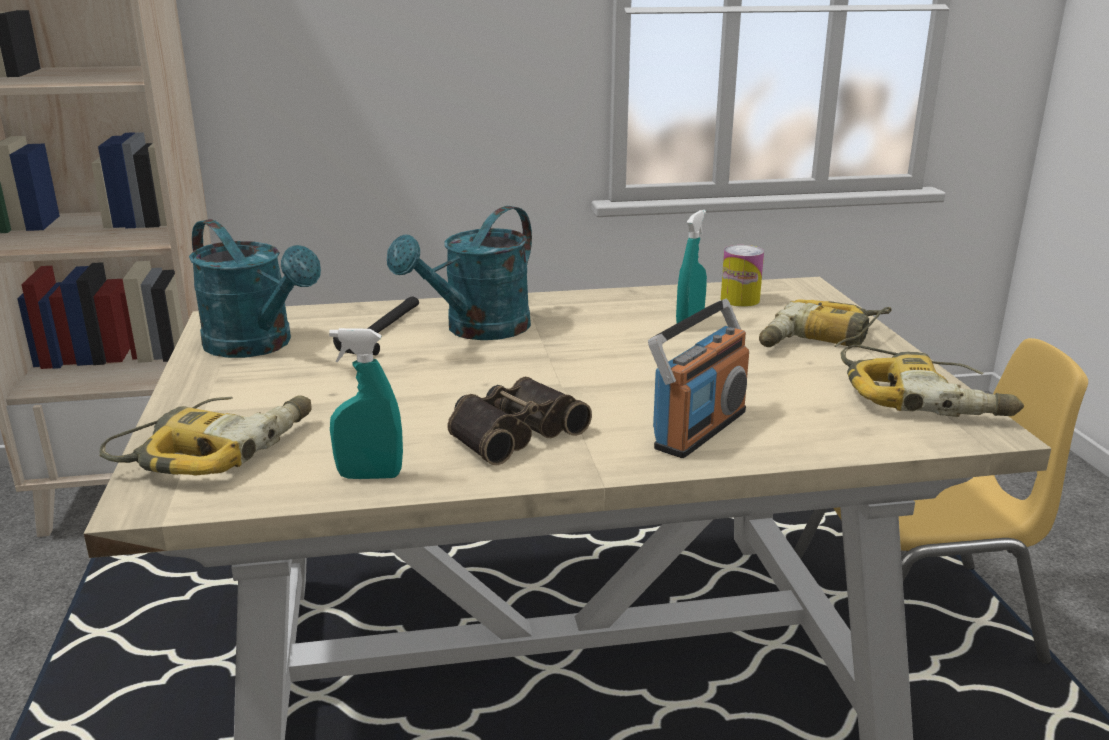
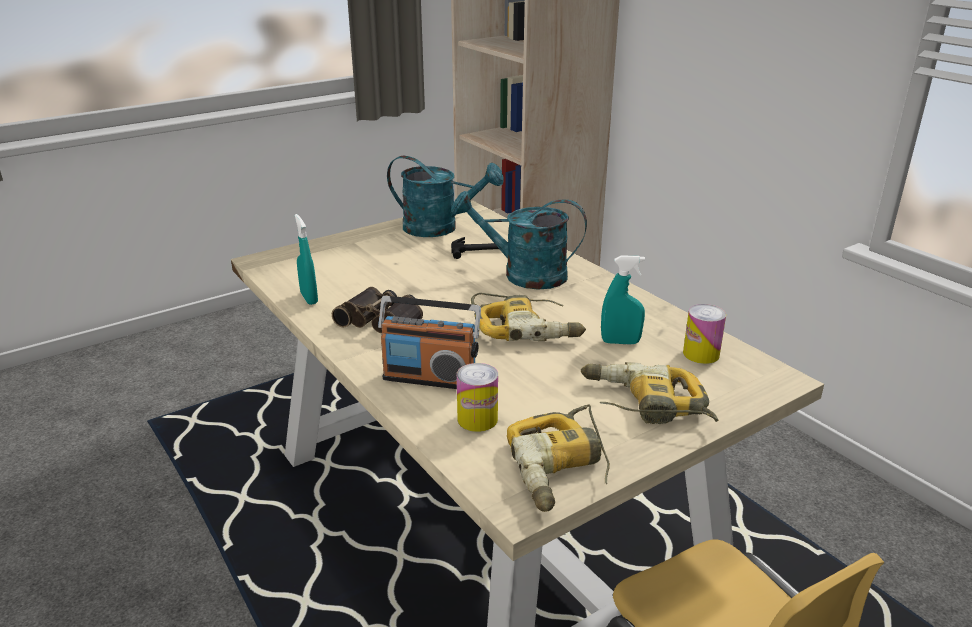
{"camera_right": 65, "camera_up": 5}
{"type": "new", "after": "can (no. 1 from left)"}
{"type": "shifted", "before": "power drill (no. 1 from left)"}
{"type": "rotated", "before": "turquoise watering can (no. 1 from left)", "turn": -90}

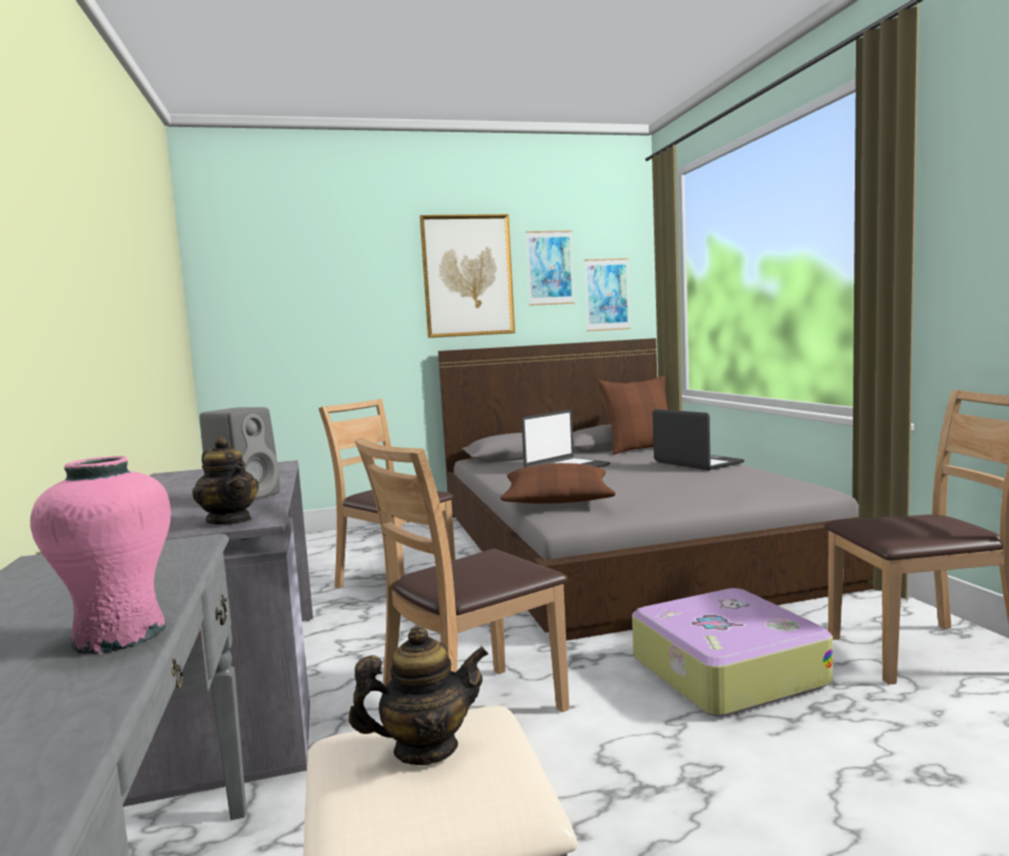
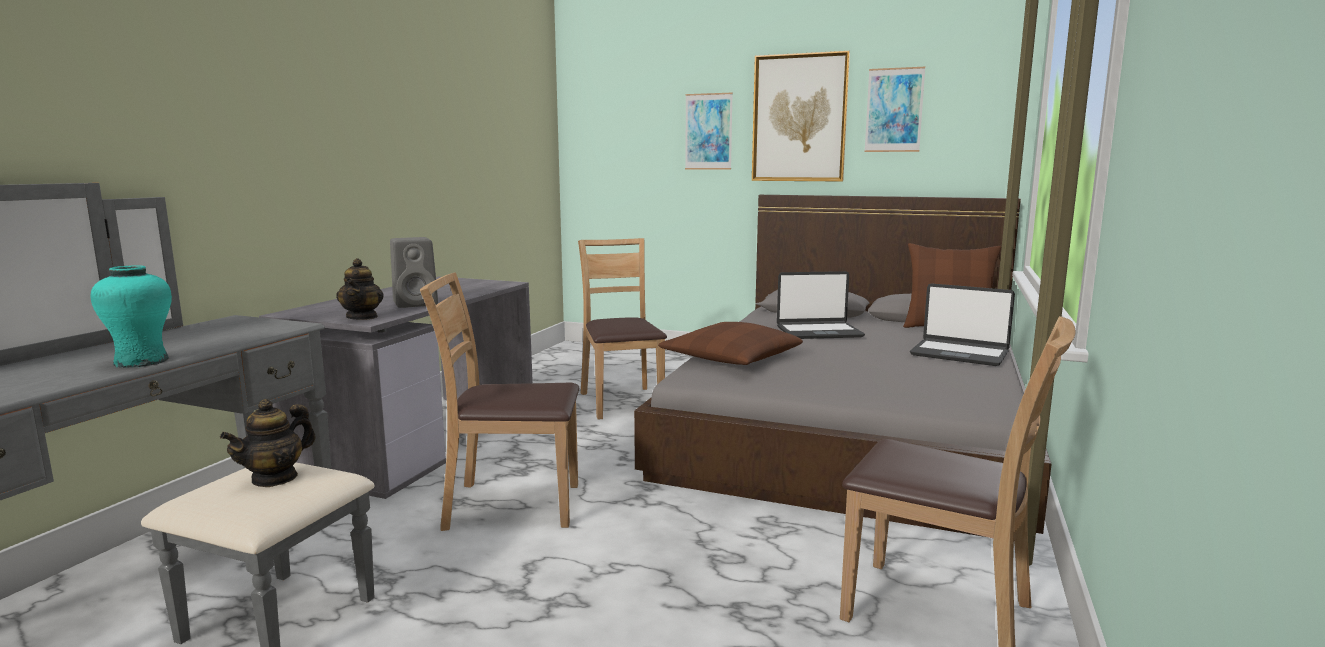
{"camera_right": 35, "camera_up": 5}
{"type": "gone", "before": "suitcase"}
{"type": "shifted", "before": "picture (no. 3 from left in the first image)", "after": "picture (no. 1 from left)"}
{"type": "repainted", "before": "pink vase", "after": "turquoise vase"}
{"type": "rotated", "before": "teapot (no. 2 from left in the first image)", "turn": 105}
{"type": "rotated", "before": "laptop (no. 2 from left)", "turn": 120}

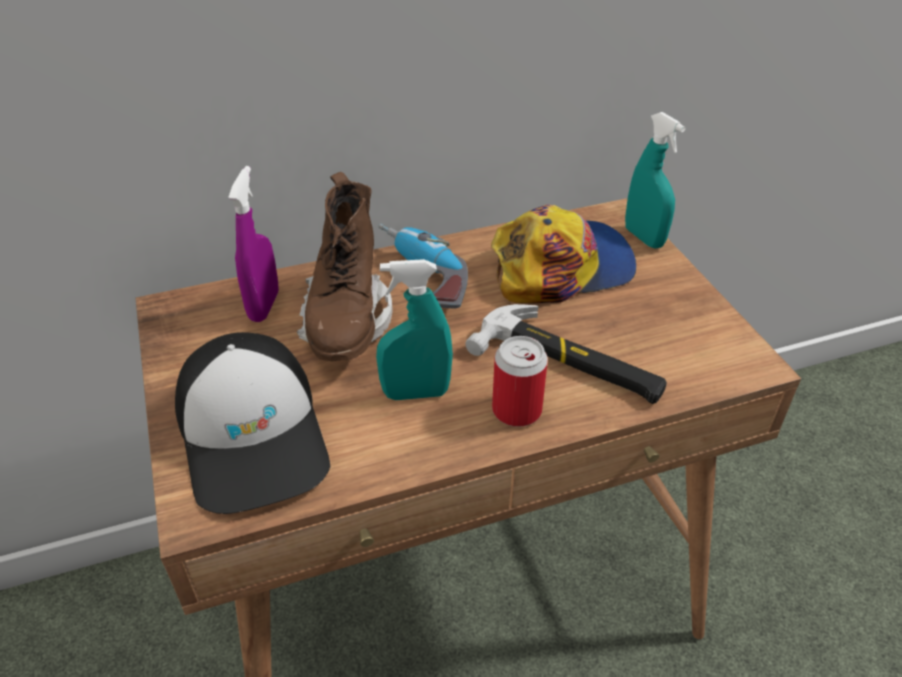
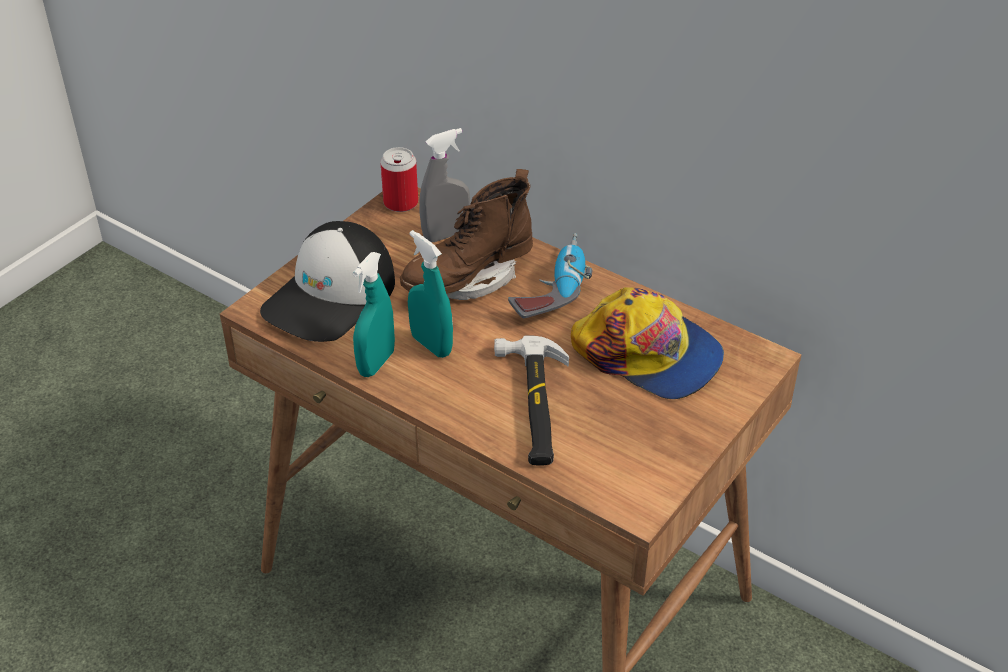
{"camera_right": 55, "camera_up": 0}
{"type": "shifted", "before": "can"}
{"type": "shifted", "before": "turquoise spray bottle (no. 2 from left in the first image)", "after": "turquoise spray bottle (no. 1 from left)"}
{"type": "repainted", "before": "purple spray bottle", "after": "grey spray bottle"}

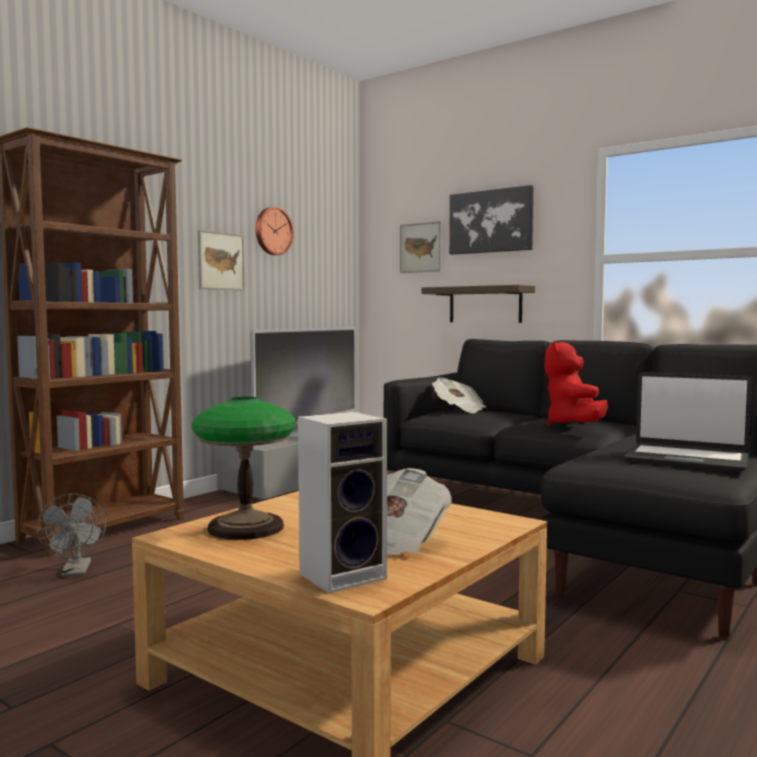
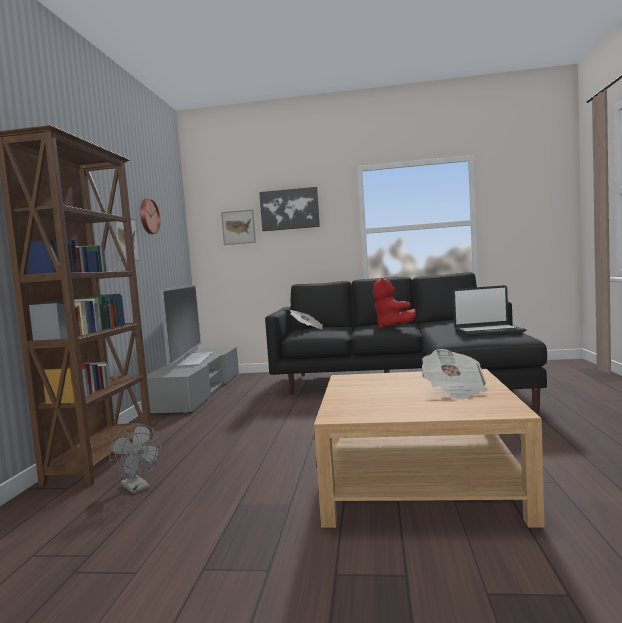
{"camera_right": -30, "camera_up": 0}
{"type": "gone", "before": "table lamp"}
{"type": "gone", "before": "speaker"}
{"type": "gone", "before": "shelf"}

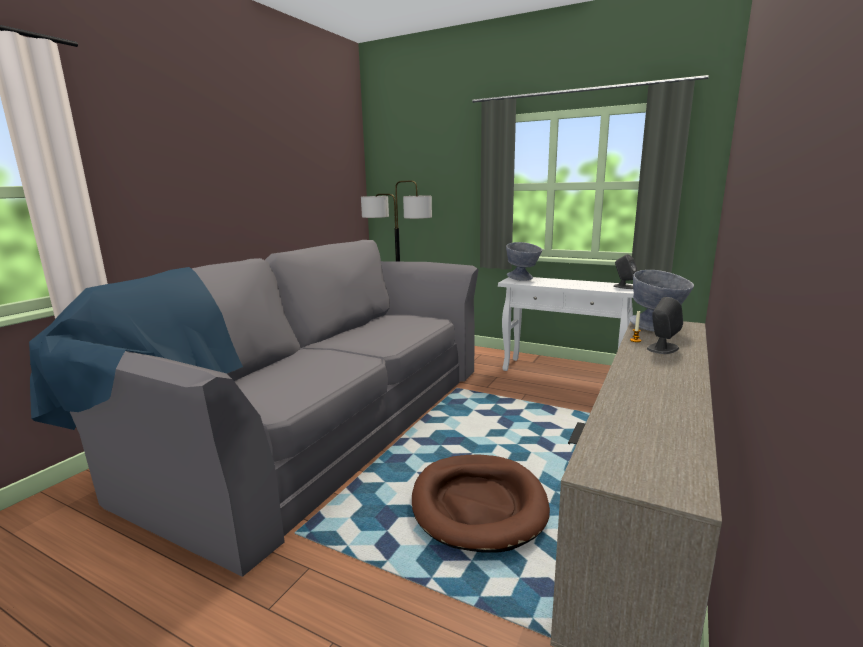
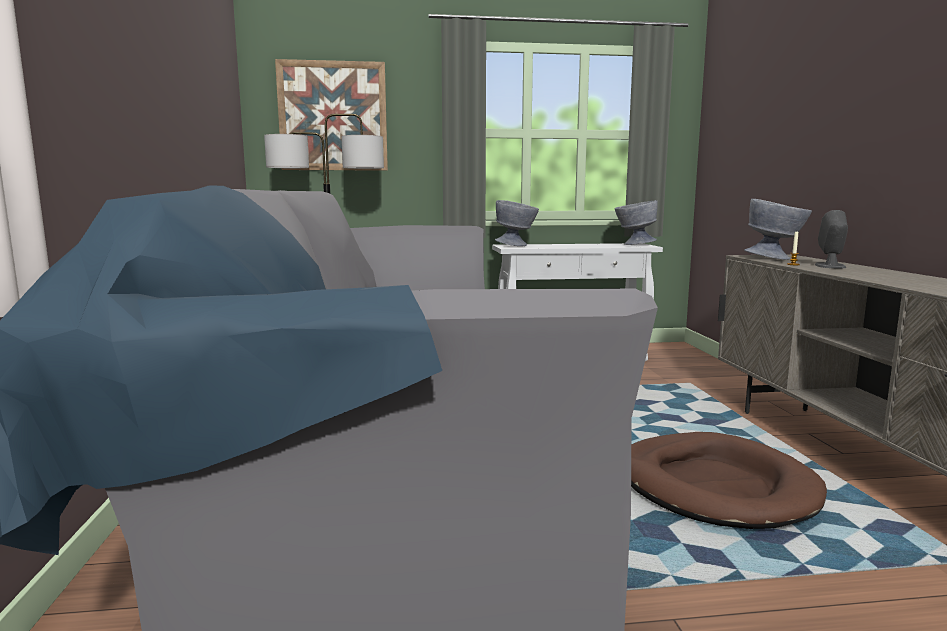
{"camera_right": -35, "camera_up": -5}
{"type": "new", "after": "picture"}
{"type": "swapped", "before": "grey speaker (no. 1 from left)", "after": "grey bowl (no. 2 from left)"}

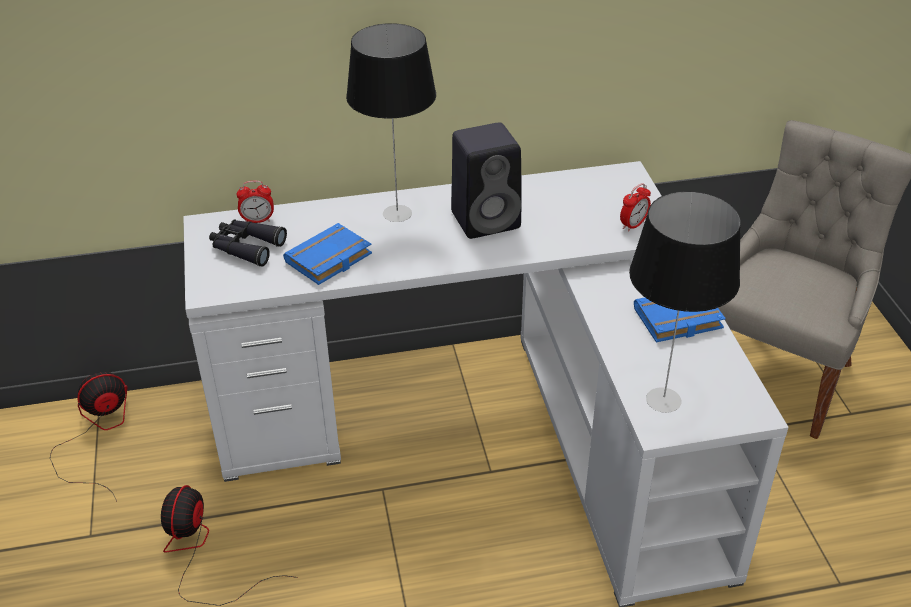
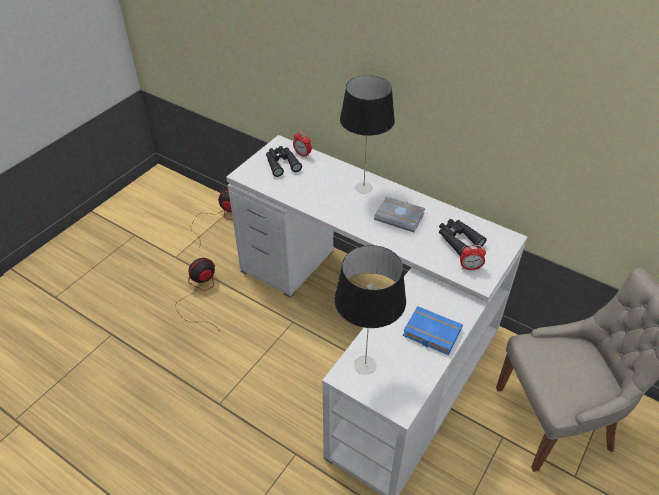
{"camera_right": 45, "camera_up": 5}
{"type": "gone", "before": "blue book (no. 1 from left)"}
{"type": "new", "after": "black binoculars (no. 2 from left)"}
{"type": "swapped", "before": "black speaker", "after": "grey book"}

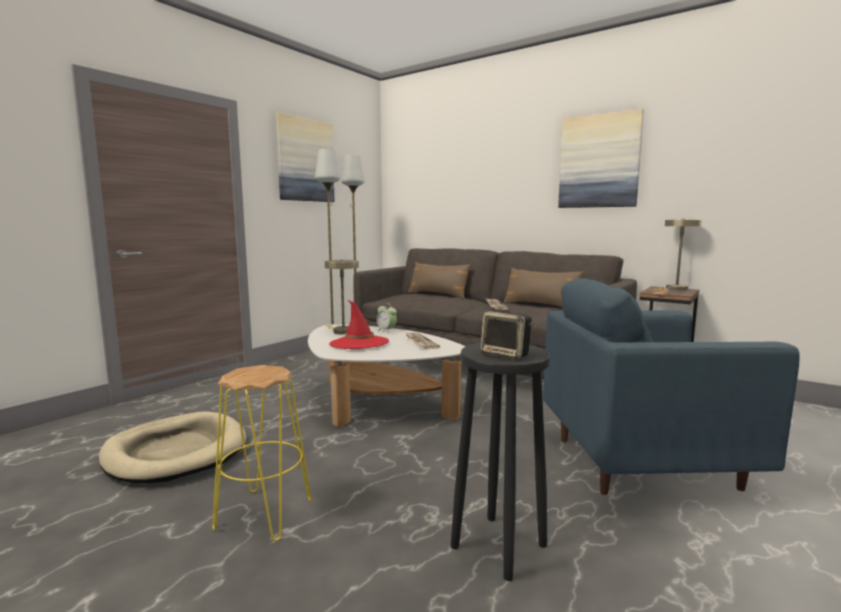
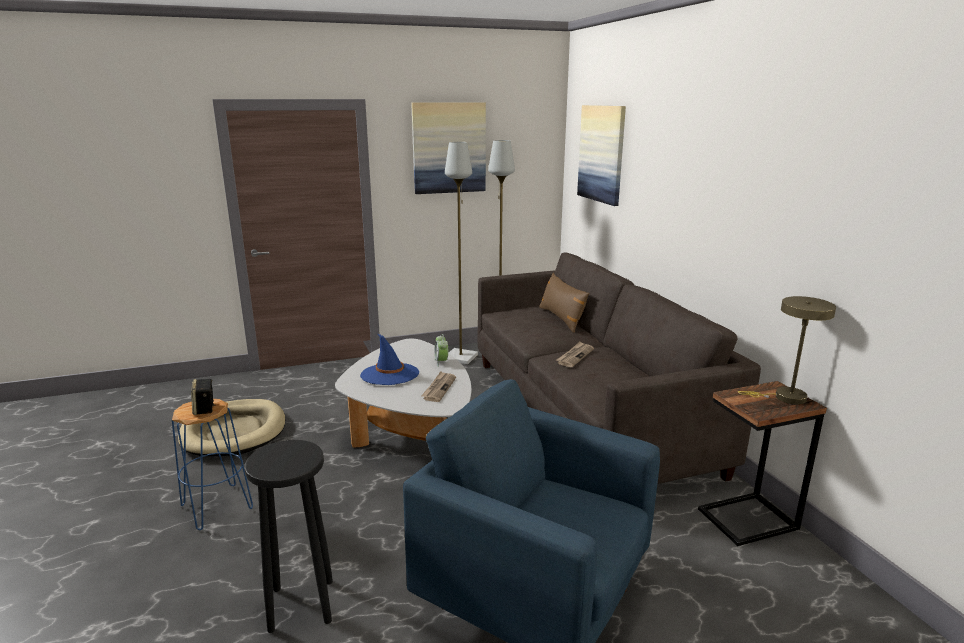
{"camera_right": 35, "camera_up": 10}
{"type": "gone", "before": "beige table lamp (no. 1 from left)"}
{"type": "gone", "before": "brown pillow (no. 2 from left)"}
{"type": "shifted", "before": "speaker"}
{"type": "shifted", "before": "picture (no. 2 from left)"}
{"type": "repainted", "before": "yellow stool", "after": "blue stool"}
{"type": "repainted", "before": "red hat", "after": "blue hat"}

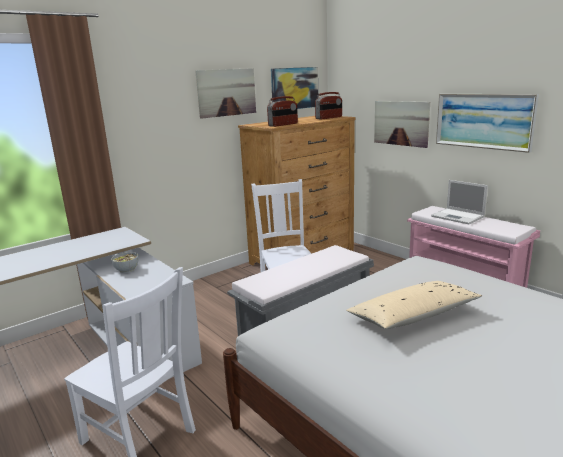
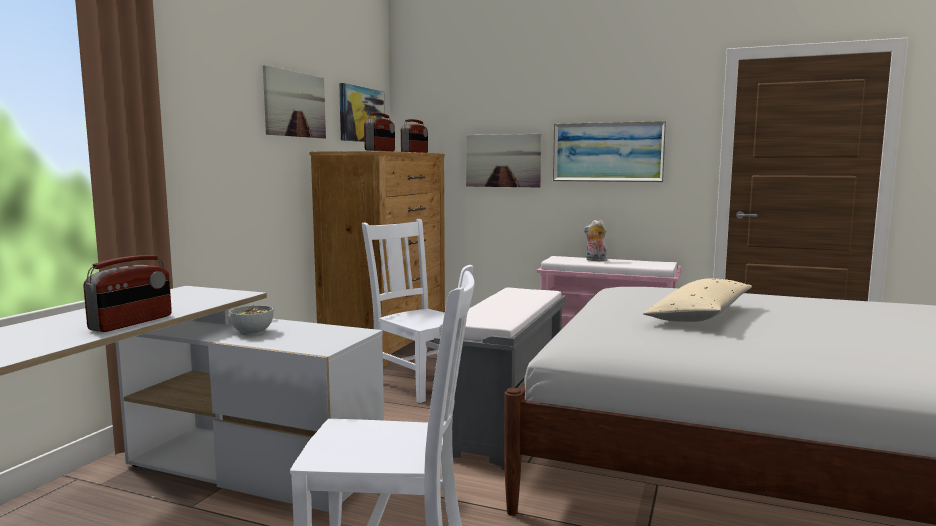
{"camera_right": -30, "camera_up": -10}
{"type": "new", "after": "radio (no. 1 from left)"}
{"type": "swapped", "before": "laptop", "after": "plush toy"}

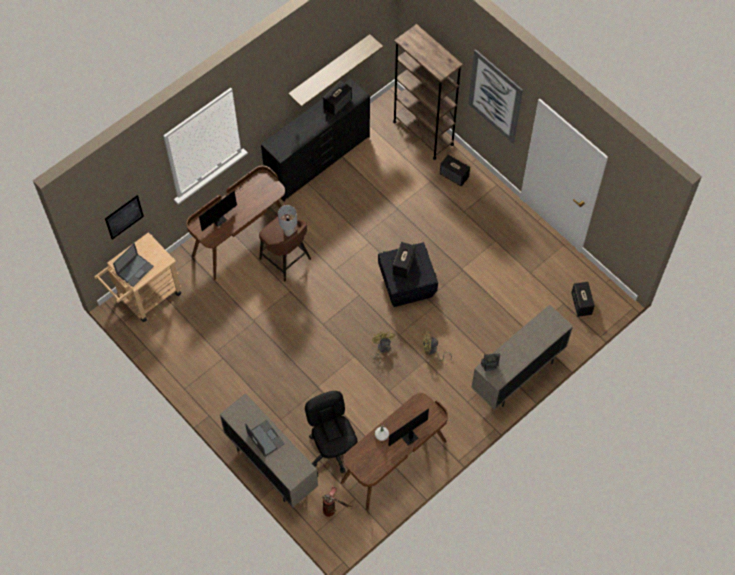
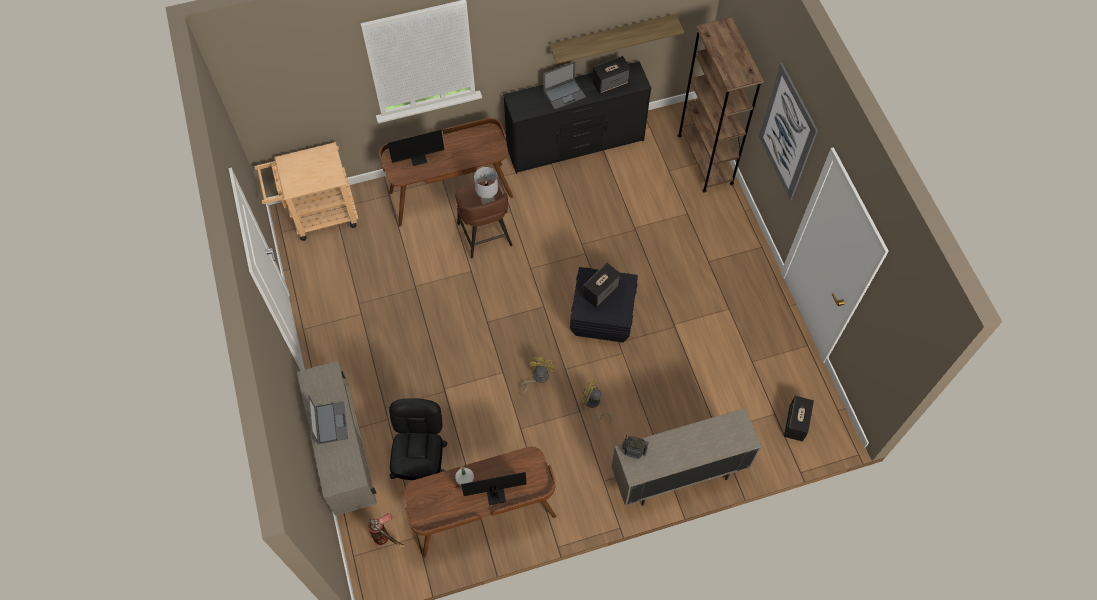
{"camera_right": 25, "camera_up": 0}
{"type": "gone", "before": "picture (no. 1 from left)"}
{"type": "gone", "before": "speaker (no. 3 from left)"}
{"type": "shifted", "before": "laptop (no. 1 from left in the first image)", "after": "laptop (no. 2 from left)"}

